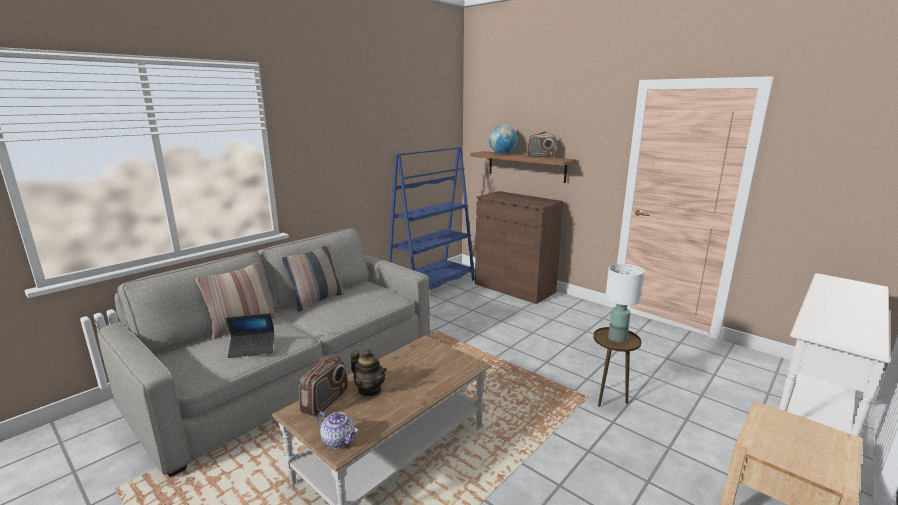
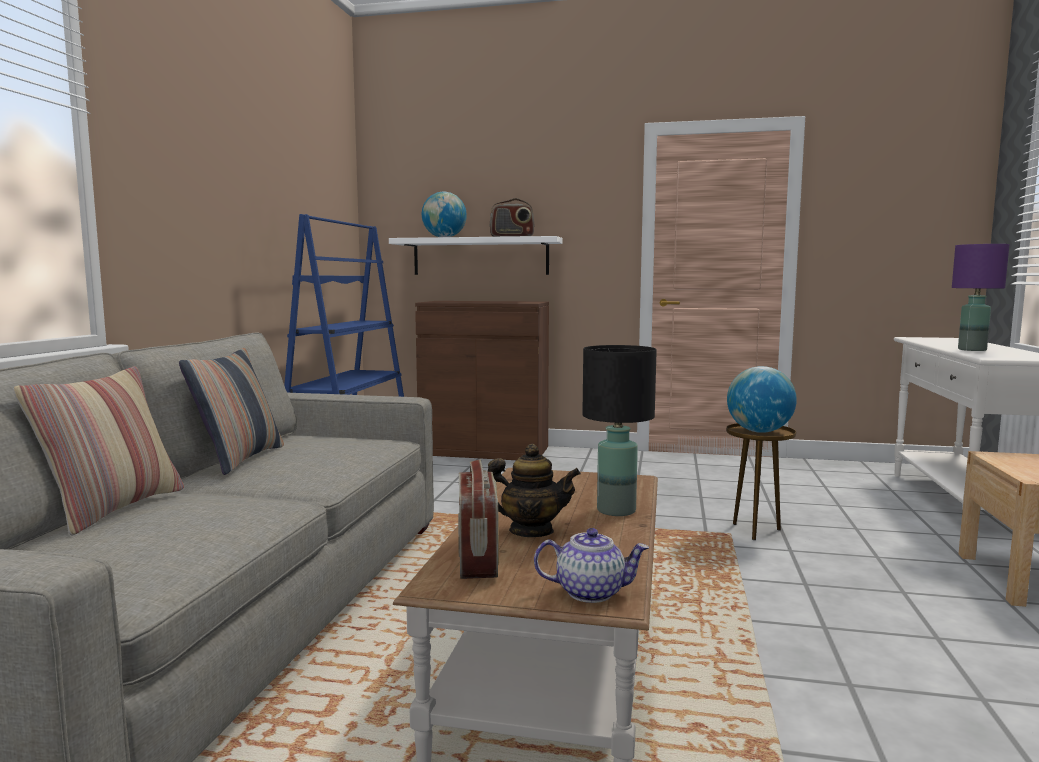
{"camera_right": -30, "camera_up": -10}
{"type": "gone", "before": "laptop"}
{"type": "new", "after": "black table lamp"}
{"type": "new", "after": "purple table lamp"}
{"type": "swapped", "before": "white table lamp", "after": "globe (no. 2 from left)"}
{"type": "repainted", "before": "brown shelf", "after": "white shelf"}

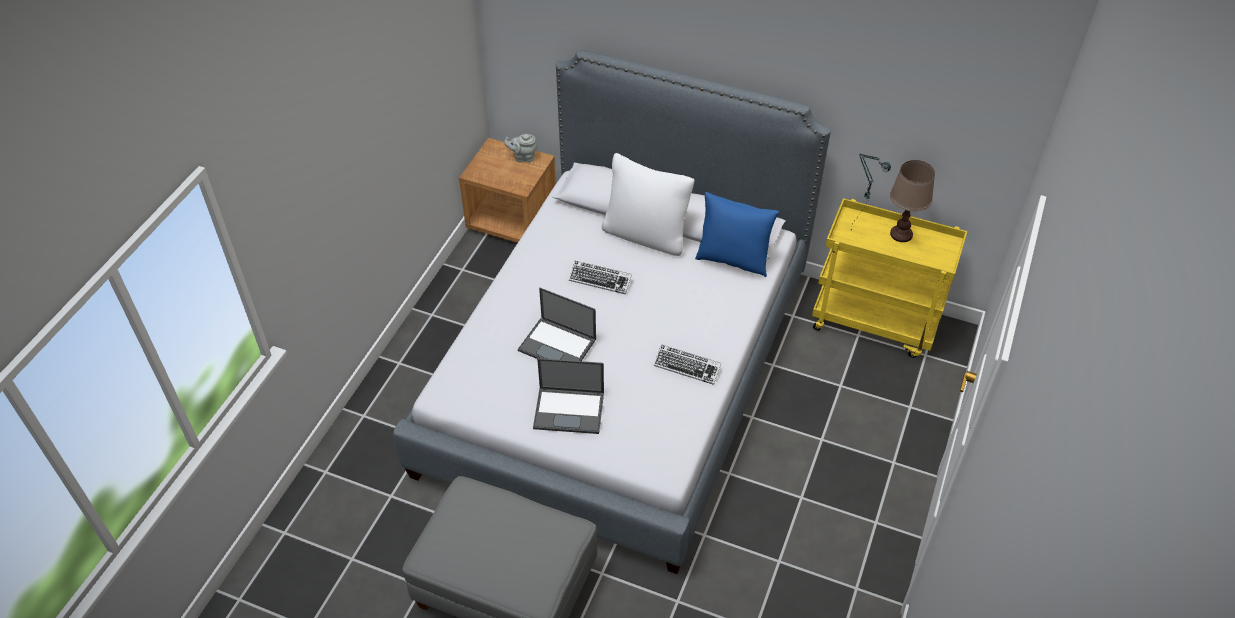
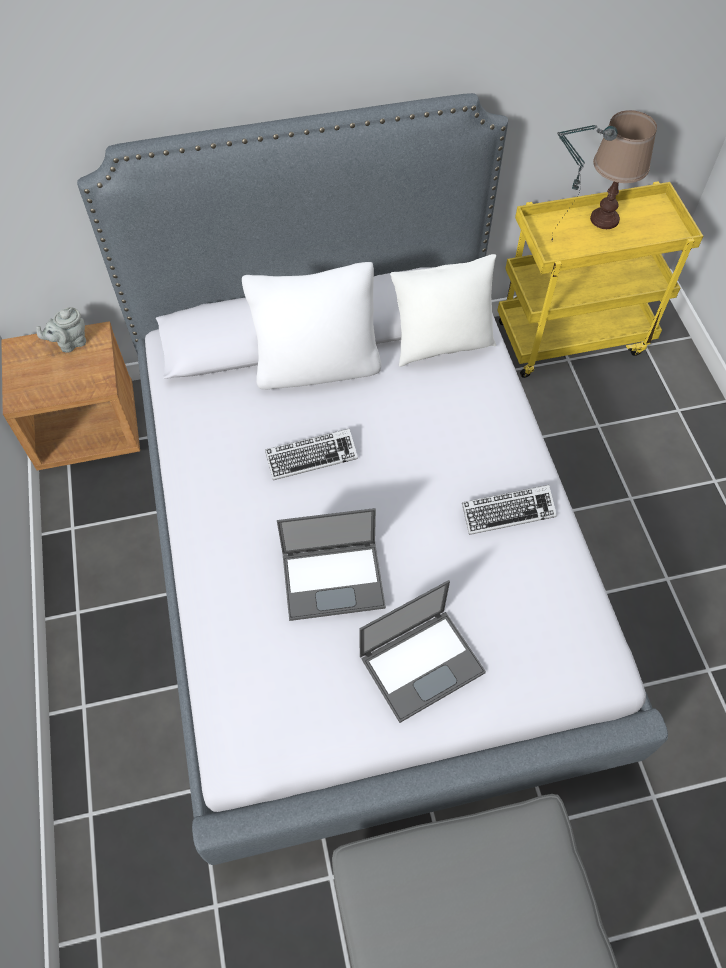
{"camera_right": -35, "camera_up": 10}
{"type": "repainted", "before": "blue pillow", "after": "white pillow (no. 2 from left)"}

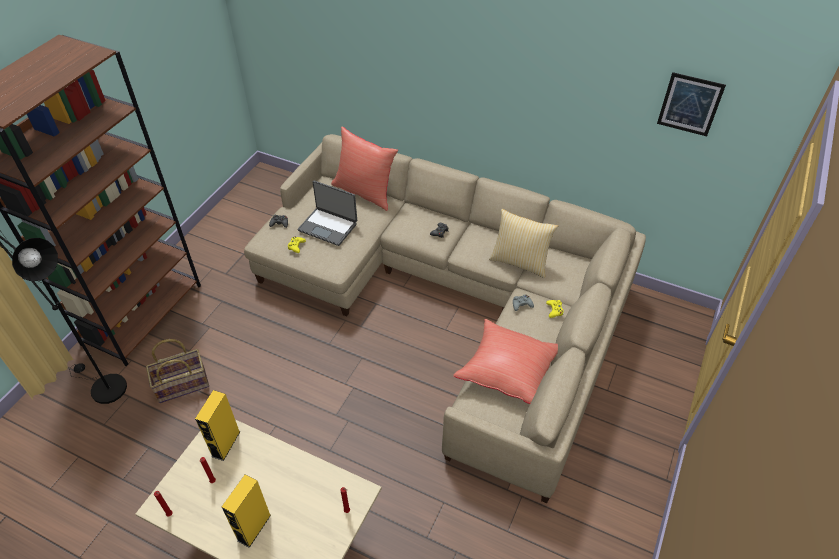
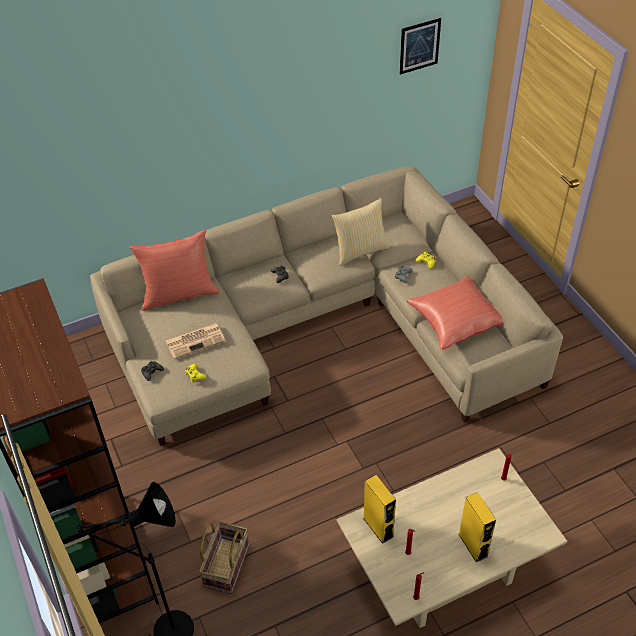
{"camera_right": -50, "camera_up": 0}
{"type": "swapped", "before": "laptop", "after": "newspaper"}

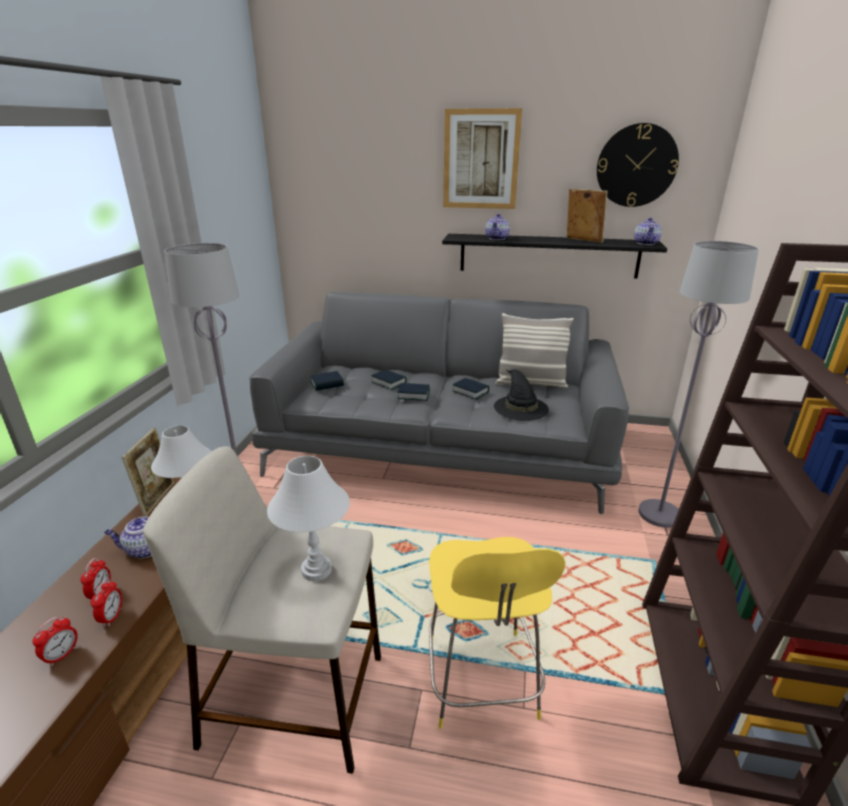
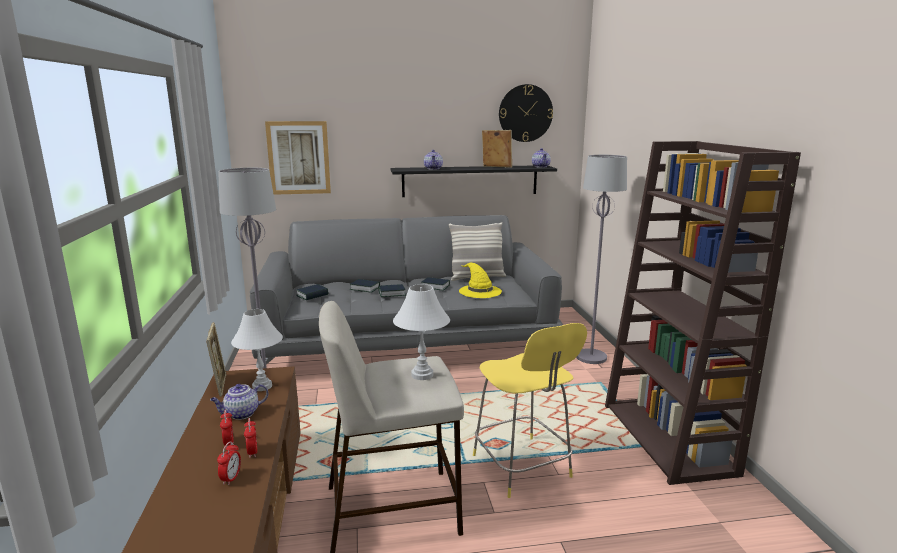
{"camera_right": -20, "camera_up": -10}
{"type": "shifted", "before": "picture"}
{"type": "repainted", "before": "black hat", "after": "yellow hat"}

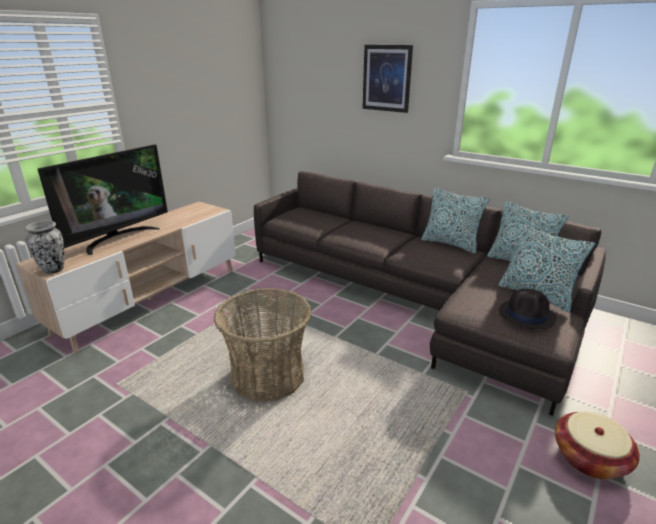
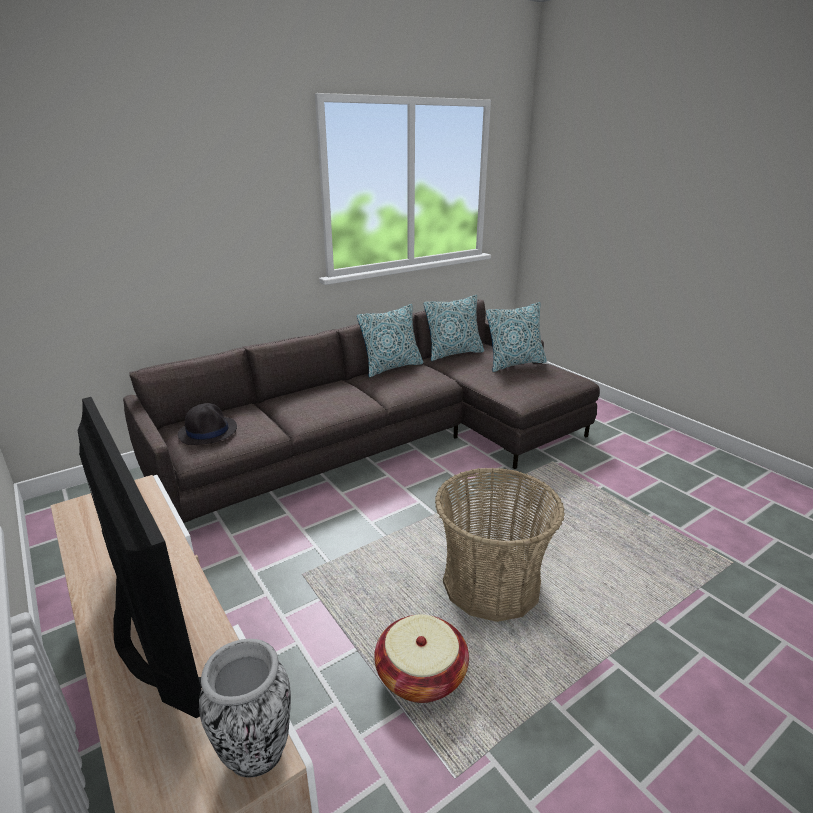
{"camera_right": -70, "camera_up": 0}
{"type": "gone", "before": "picture"}
{"type": "shifted", "before": "black hat"}
{"type": "shifted", "before": "basket (no. 2 from left in the first image)", "after": "basket (no. 1 from left)"}

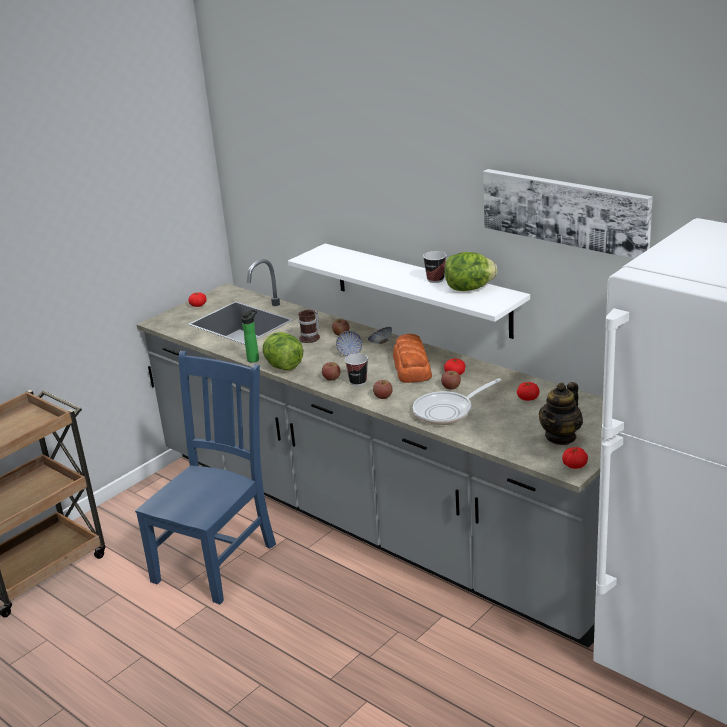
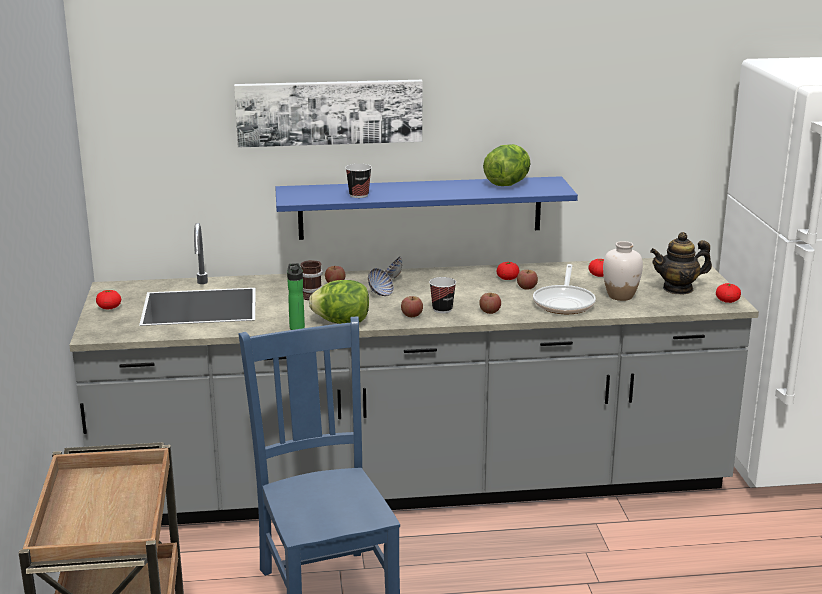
{"camera_right": -50, "camera_up": -5}
{"type": "gone", "before": "bread"}
{"type": "new", "after": "white vase"}
{"type": "shifted", "before": "cup (no. 2 from left in the first image)", "after": "cup (no. 1 from left)"}
{"type": "shifted", "before": "picture"}
{"type": "repainted", "before": "white shelf", "after": "blue shelf"}
{"type": "rotated", "before": "teapot", "turn": 90}

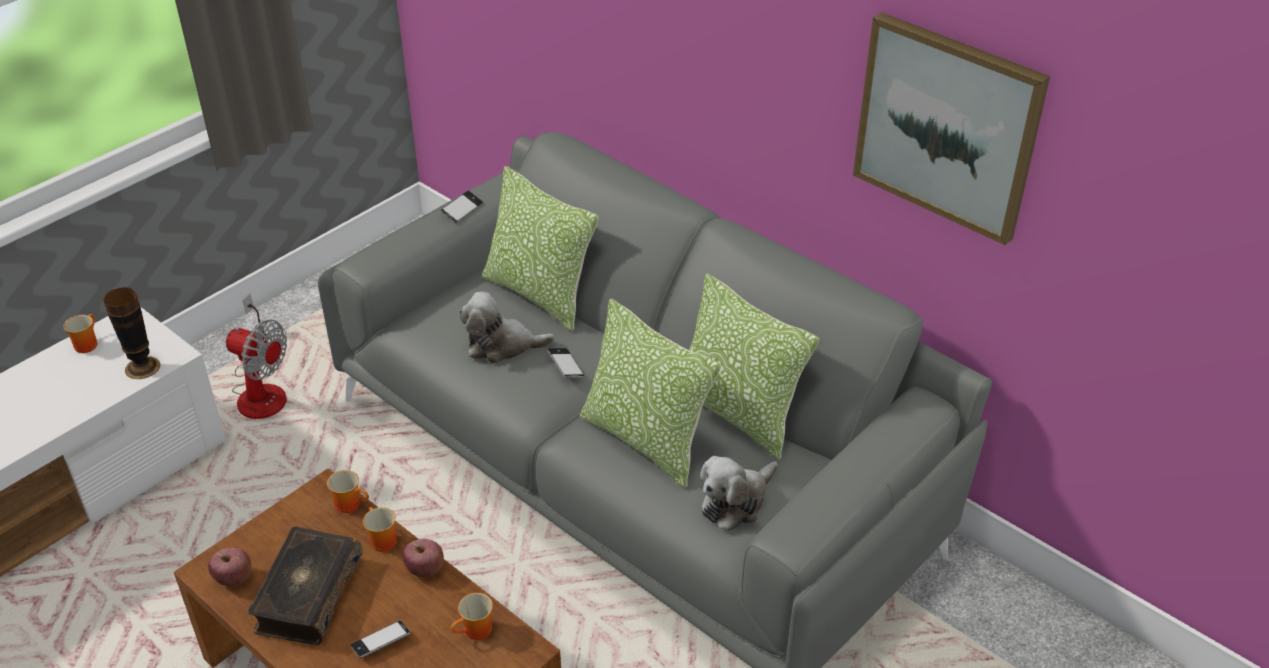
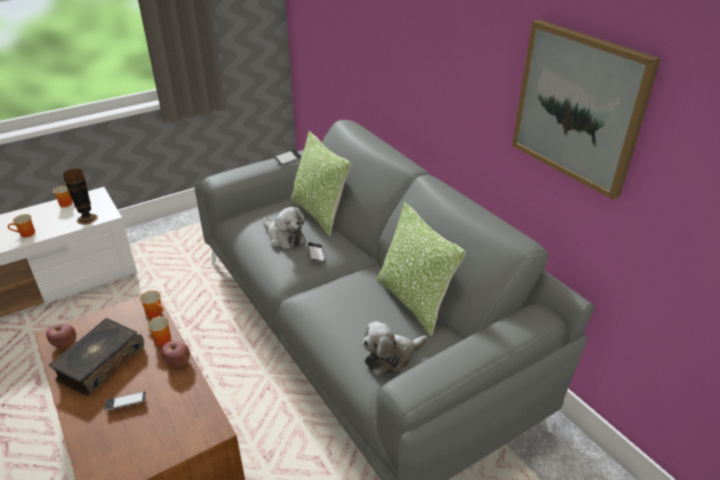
{"camera_right": 15, "camera_up": -5}
{"type": "gone", "before": "fan"}
{"type": "gone", "before": "pillow (no. 2 from left)"}
{"type": "shifted", "before": "mug (no. 4 from left in the first image)", "after": "mug (no. 1 from left)"}
{"type": "rotated", "before": "plush toy (no. 1 from left)", "turn": -150}

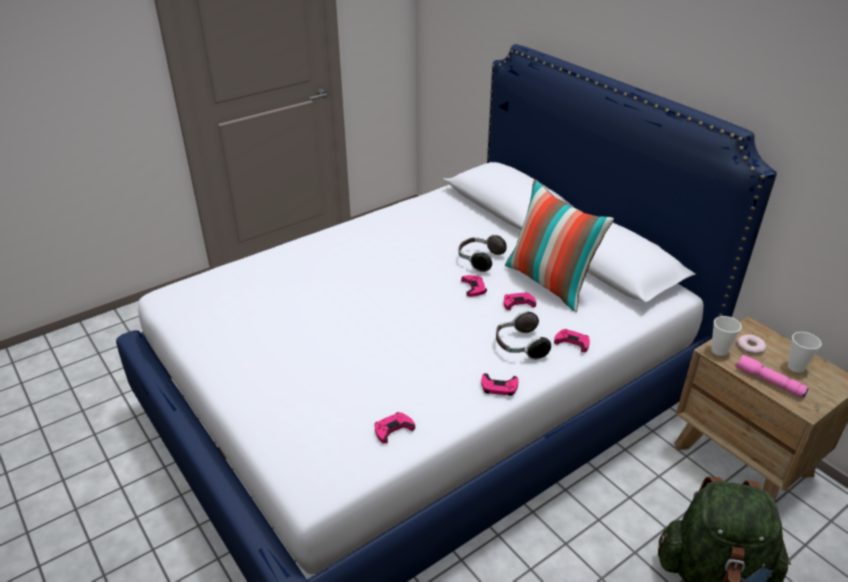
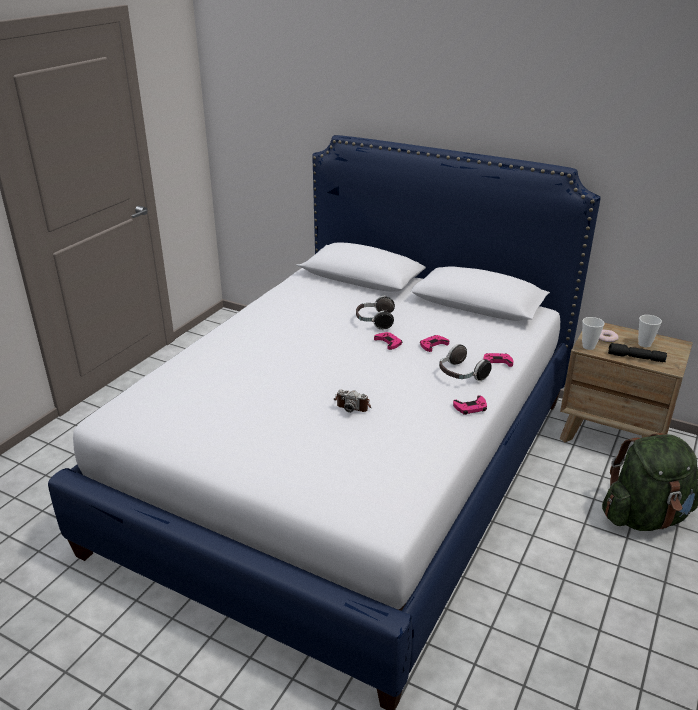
{"camera_right": -25, "camera_up": -5}
{"type": "gone", "before": "pink game controller (no. 1 from left)"}
{"type": "gone", "before": "pillow"}
{"type": "new", "after": "photo camera"}
{"type": "repainted", "before": "pink flashlight", "after": "black flashlight"}

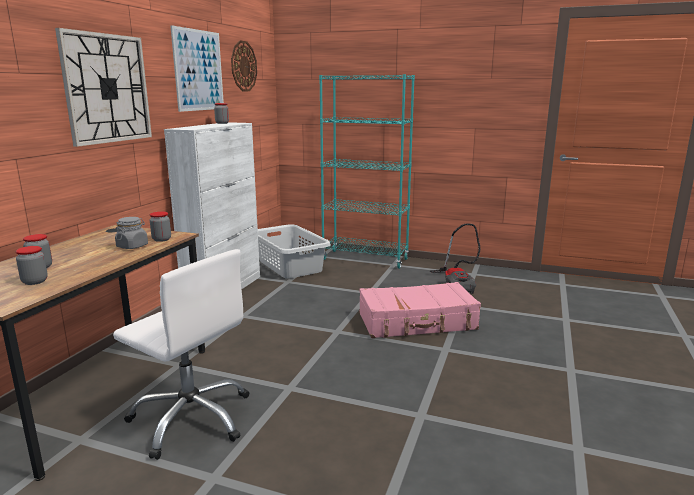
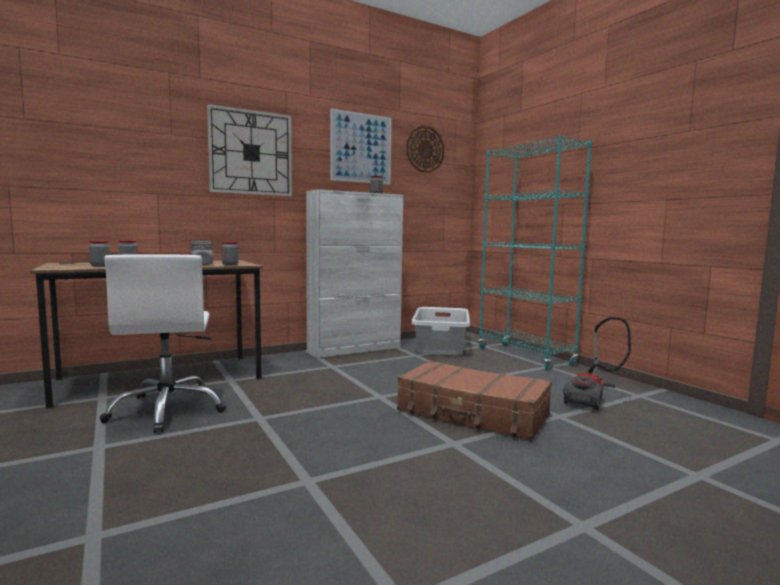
{"camera_right": 40, "camera_up": -10}
{"type": "repainted", "before": "pink suitcase", "after": "brown suitcase"}

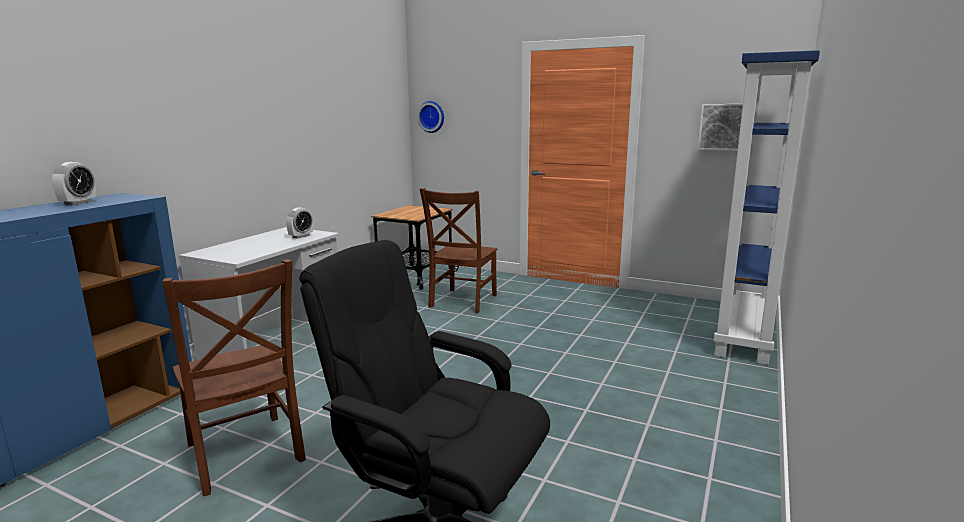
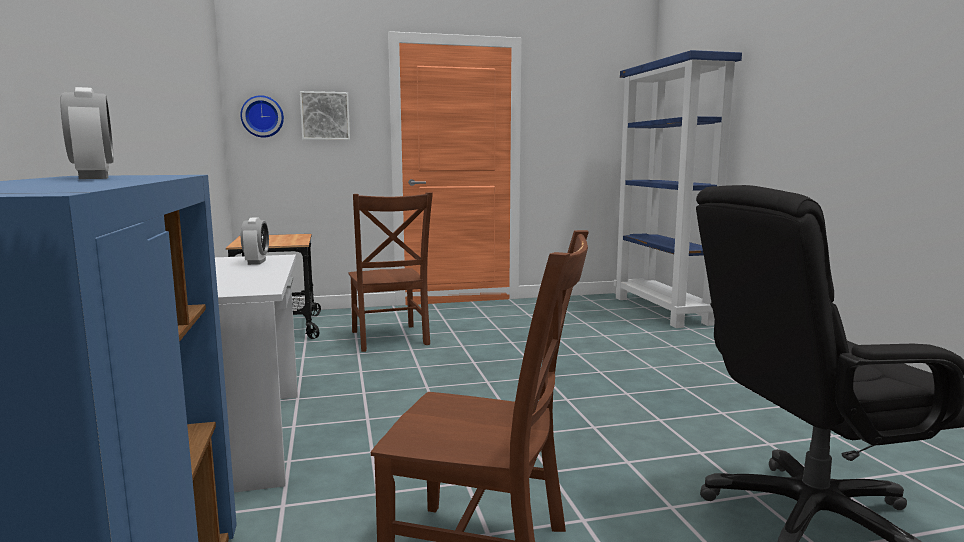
{"camera_right": -40, "camera_up": -5}
{"type": "shifted", "before": "picture"}

